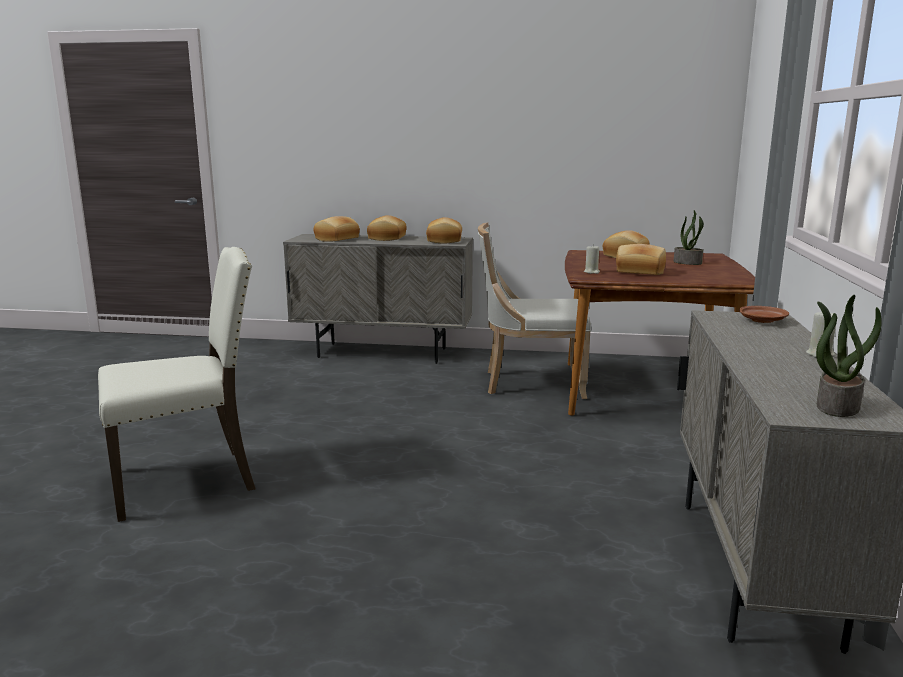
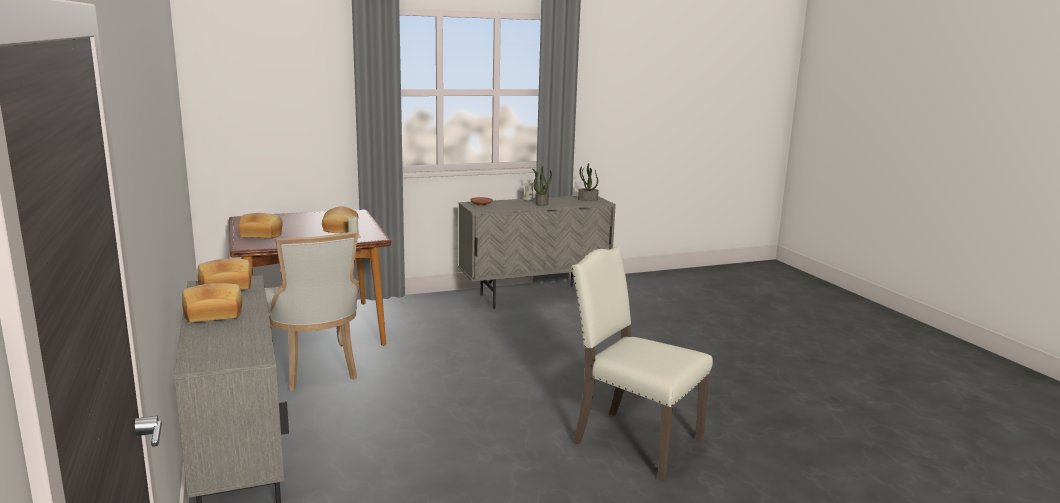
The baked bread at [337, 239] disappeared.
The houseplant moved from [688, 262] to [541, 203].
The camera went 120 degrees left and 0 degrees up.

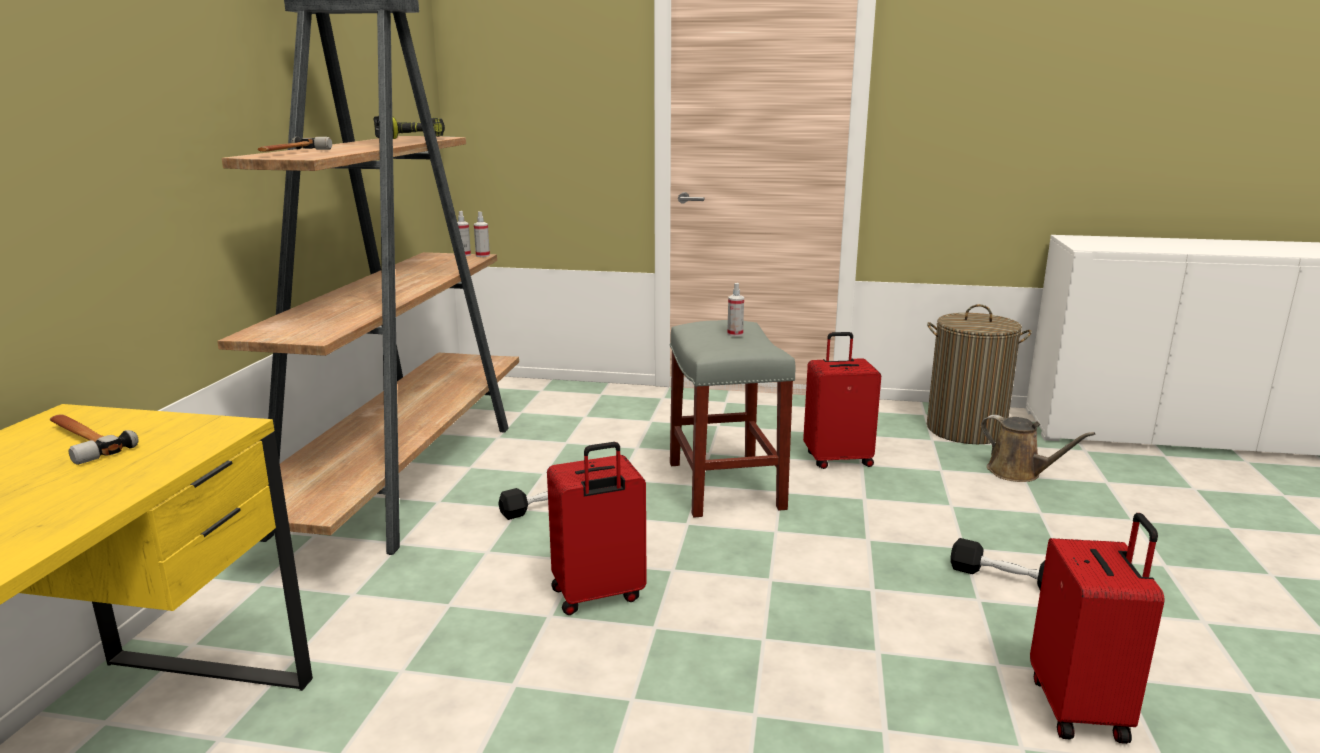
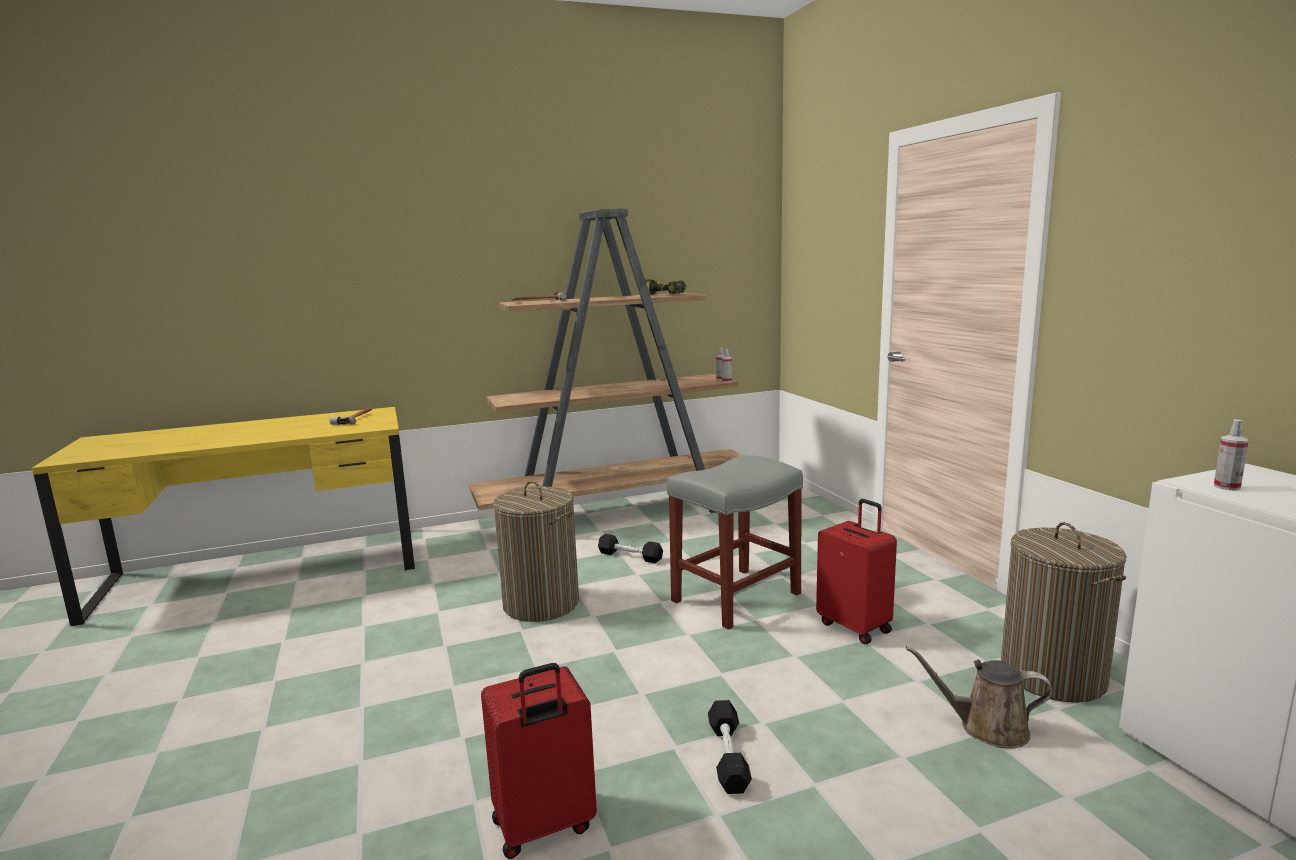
The piece of luggage (reddish) at [598, 595] was replaced by the laundry basket at [540, 604].
The hand sprayer moved from [735, 334] to [1227, 487].
The sprinkling can (brown-coloured) at [1018, 473] turned 90 degrees clockwise.
The camera went 60 degrees right and 5 degrees down.

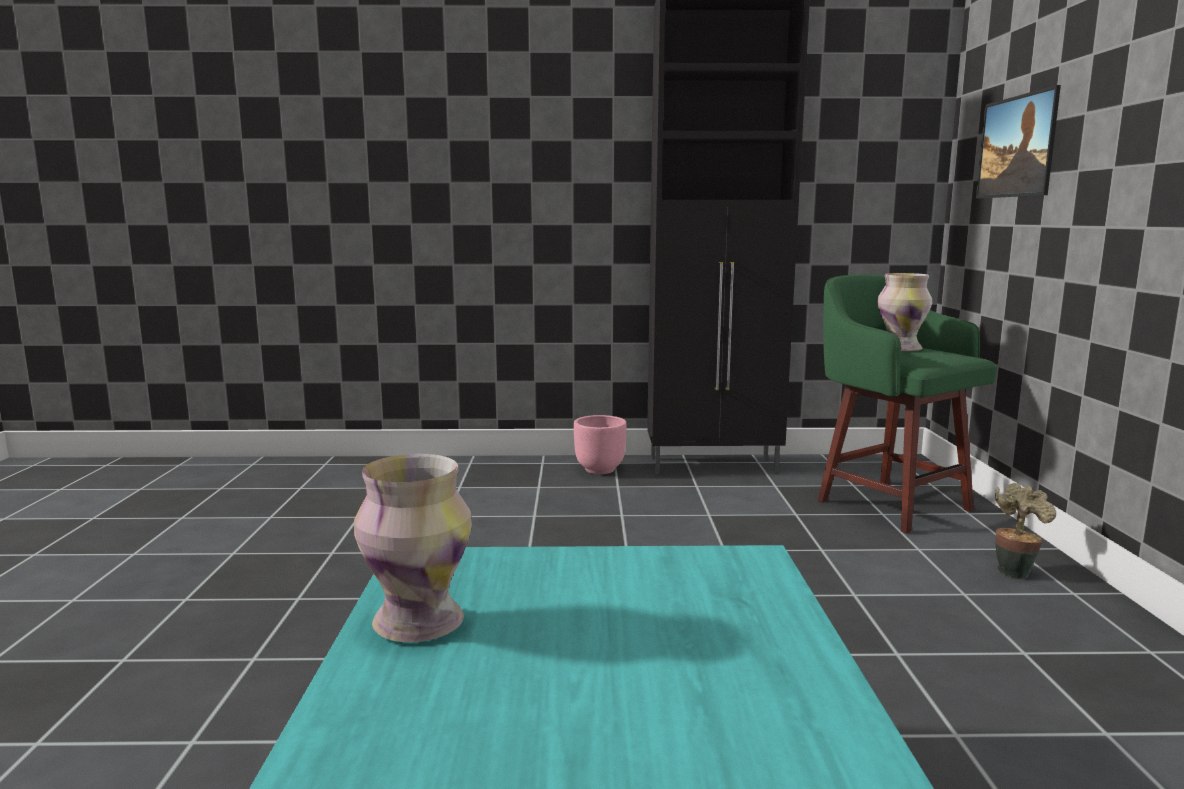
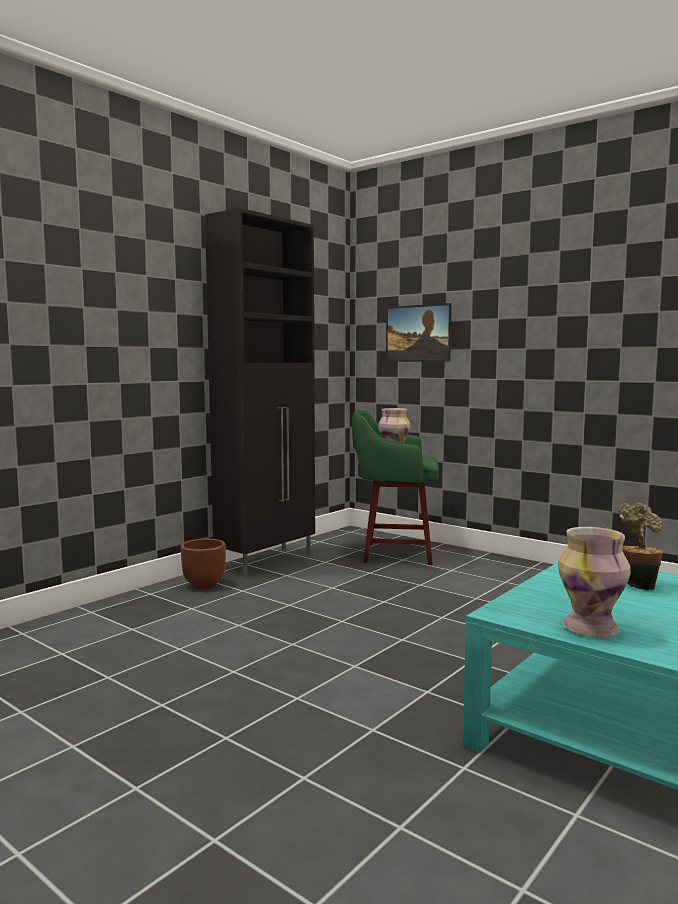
The planter (pink-coloured) at [600, 470] became the planter (brown-coloured) at [204, 585].
The houseplant moved from [1014, 571] to [638, 585].
The camera went 50 degrees left and 5 degrees down.

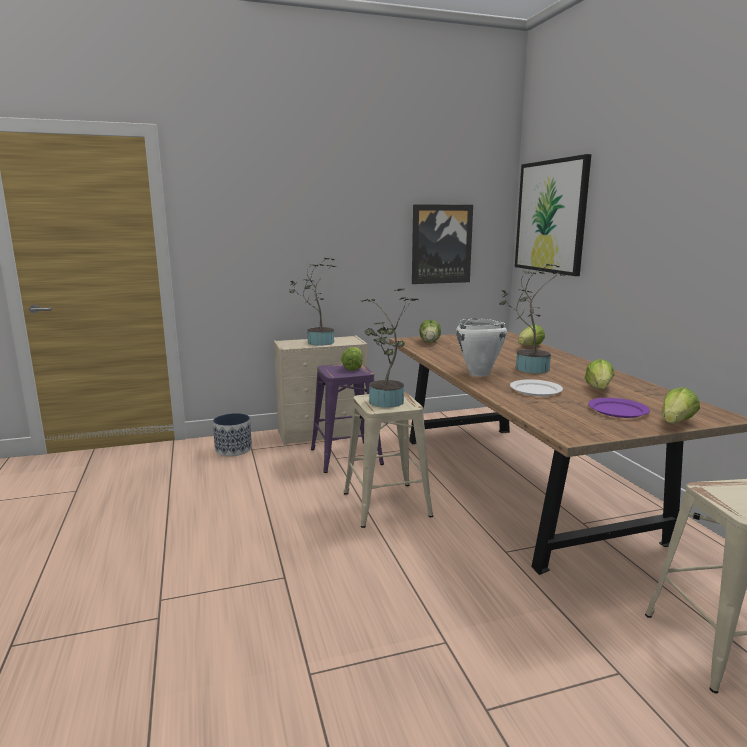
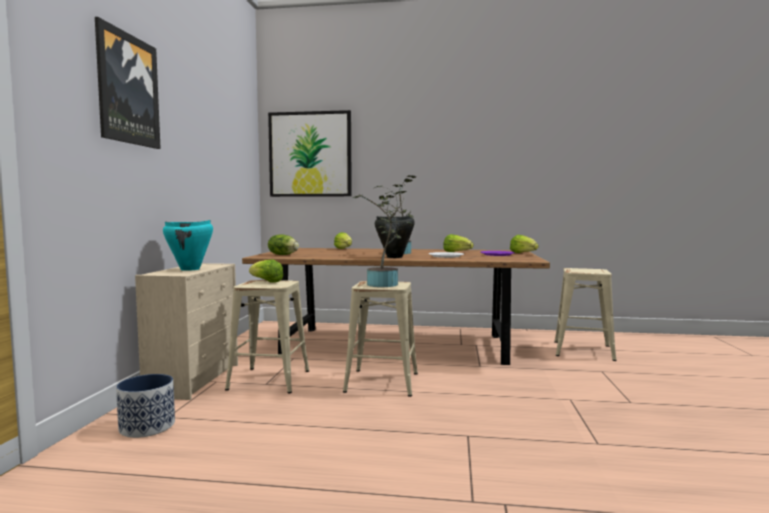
The houseplant at [317, 342] was replaced by the saucepot (blue-green) at [190, 269].
The stool (purple-coloured) at [345, 456] became the stool (beige) at [269, 380].
The wall picture moved from [441, 244] to [127, 89].
The saucepot (whitish) at [479, 374] became the saucepot (black) at [395, 257].
The camera went 65 degrees left and 10 degrees down.

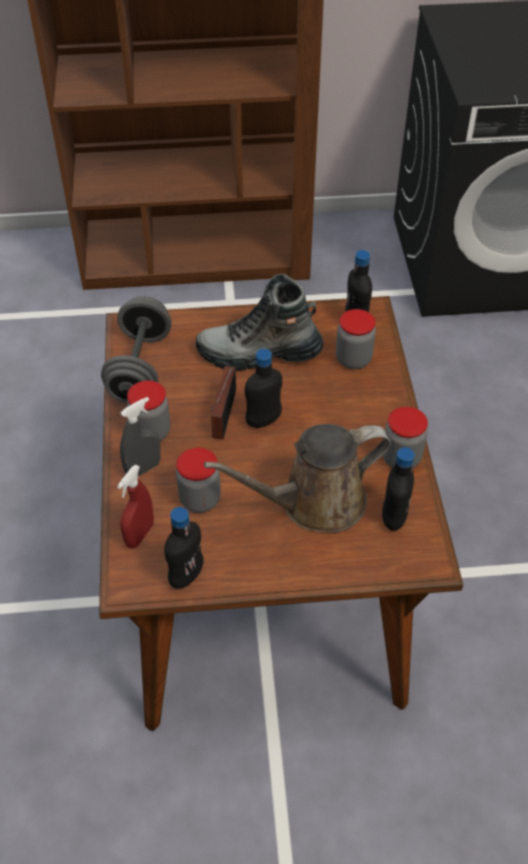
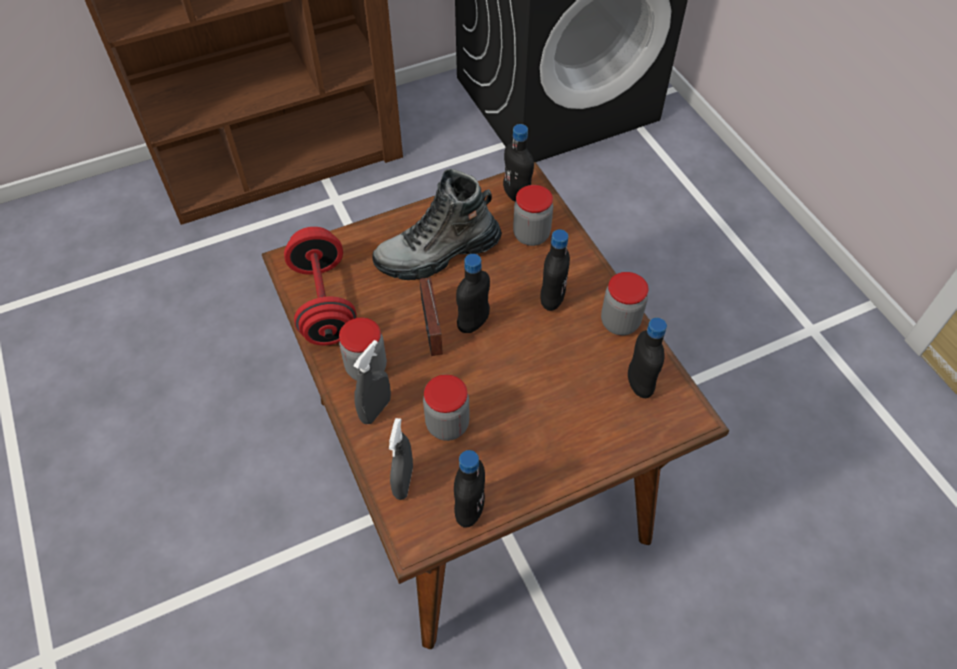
The hand weight (gray) at [139, 367] became the hand weight (reddish) at [324, 302].
The hand sprayer (reddish) at [139, 535] became the hand sprayer (gray) at [403, 482].
The sprinkling can (brown-coloured) at [314, 502] disappeared.
The beverage bottle (black) at [552, 299] appeared.
The camera went 20 degrees left and 5 degrees up.

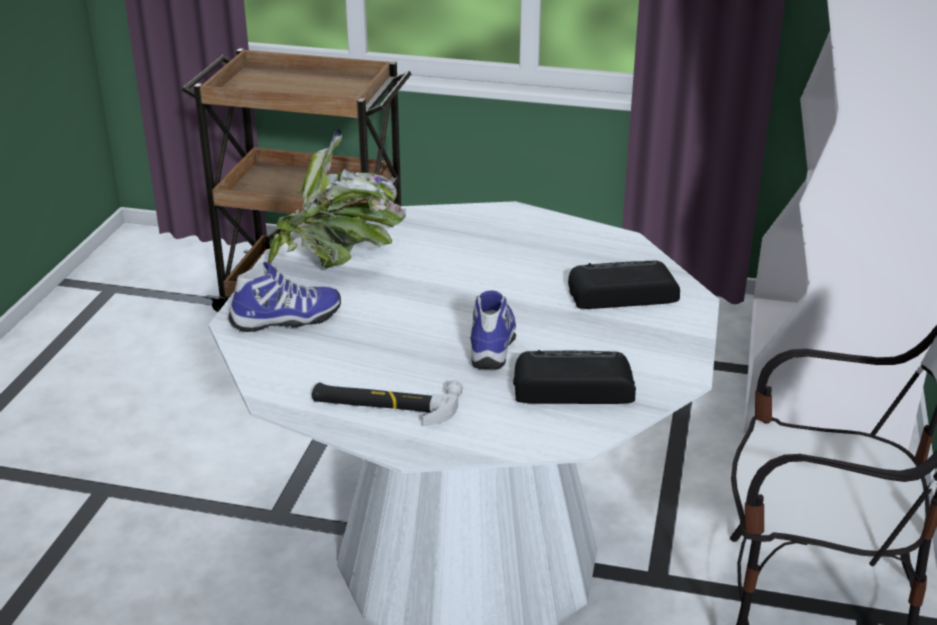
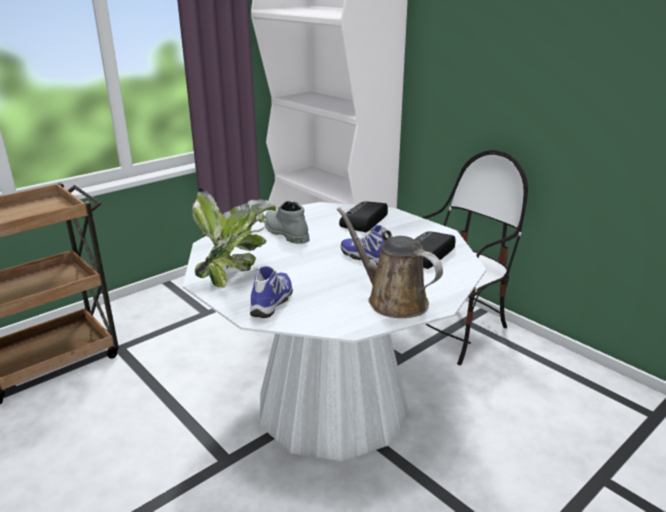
The hand hammer at [385, 404] was replaced by the sprinkling can (brown-coloured) at [392, 300].
The boot (gray) at [284, 232] appeared.
The camera went 55 degrees left and 5 degrees down.

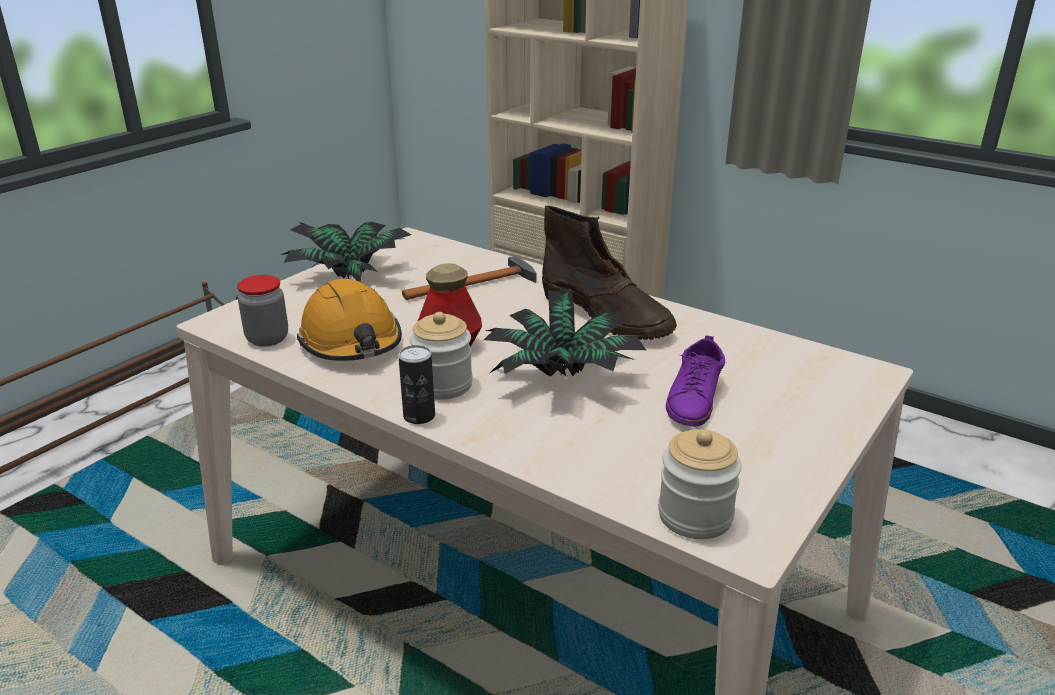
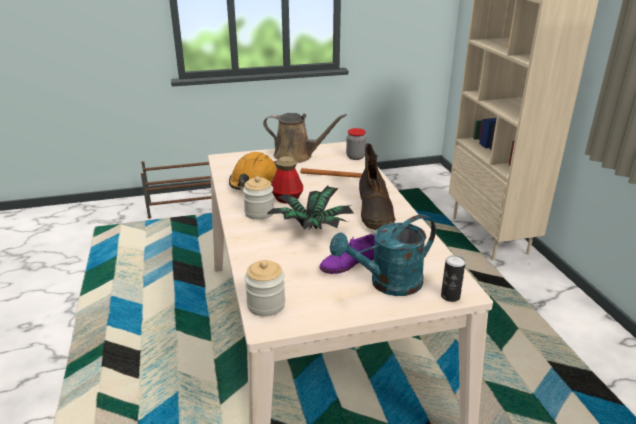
The jar moved from [267, 339] to [355, 157].
The houseplant at [353, 276] was replaced by the sprinkling can (brown-coloured) at [297, 156].
The can moved from [419, 416] to [450, 296].
The sprinkling can (blue-green) at [387, 284] appeared.
The camera went 40 degrees right and 0 degrees up.

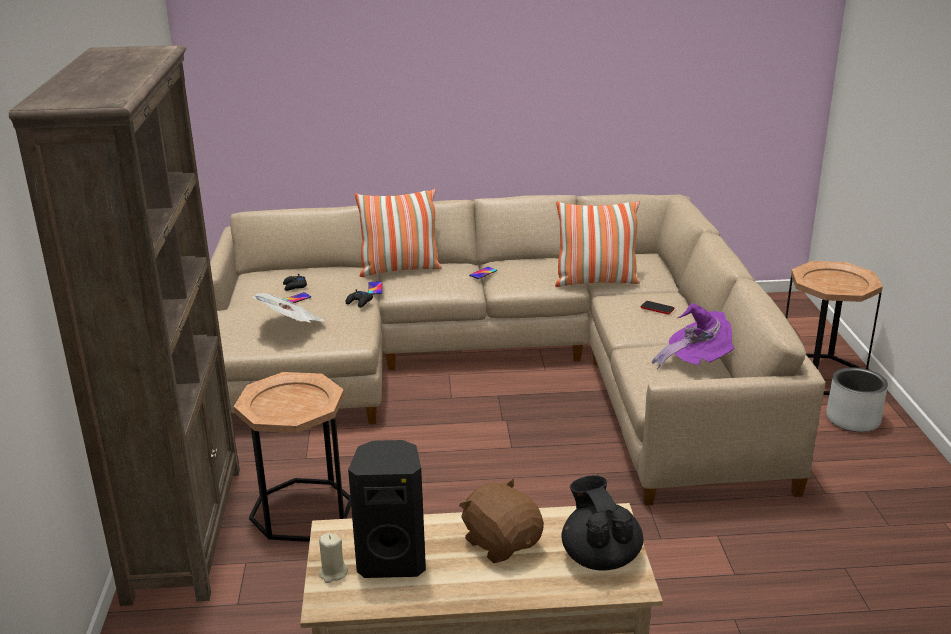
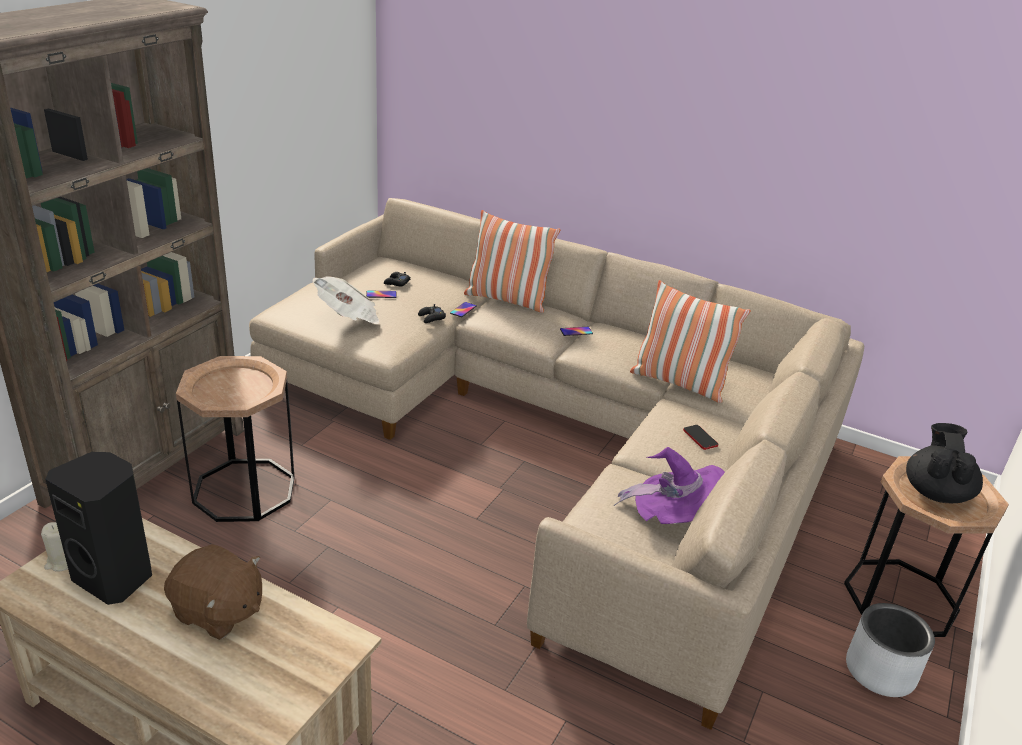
The cuddly toy (brown-coloured) at [502, 542] turned 120 degrees clockwise.
The pot for tea (black) moved from [600, 556] to [936, 492].
The camera went 30 degrees right and 5 degrees up.

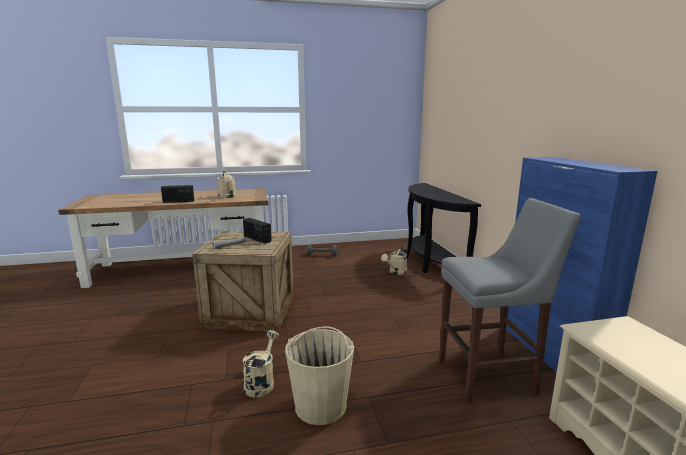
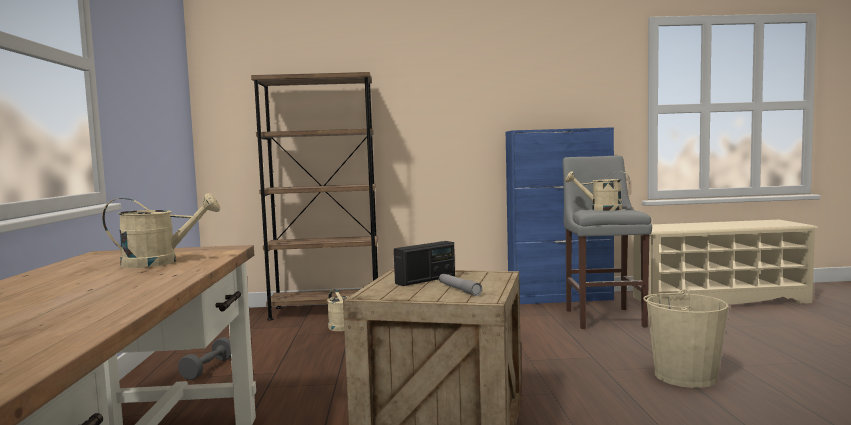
The radio set at [178, 201] disappeared.
The sprinkling can (beige) moved from [261, 382] to [600, 209].
The hall table (black) at [430, 263] was replaced by the shelving unit (brown-coloured) at [326, 311].
The camera went 80 degrees left and 10 degrees down.

